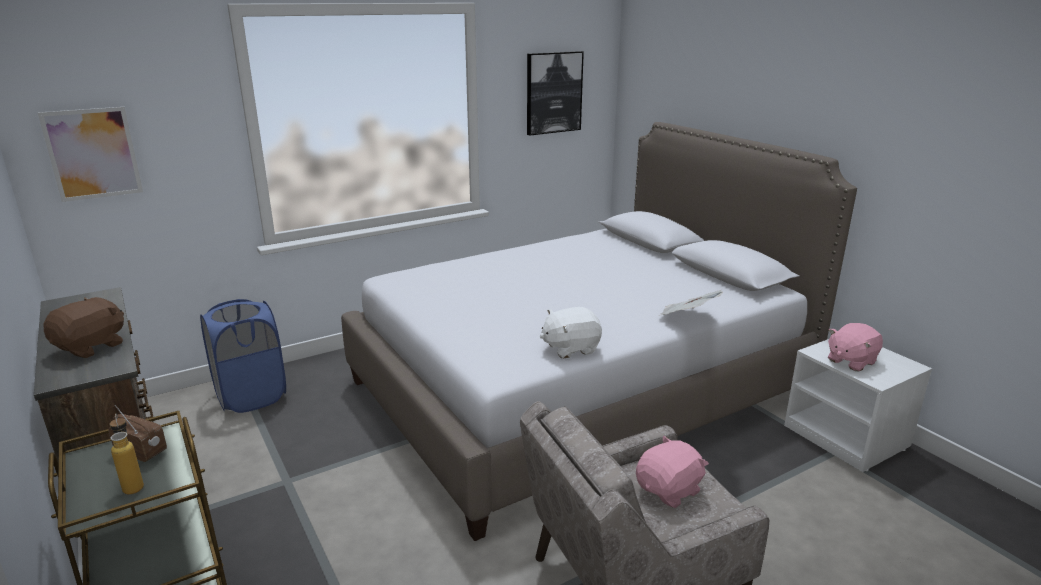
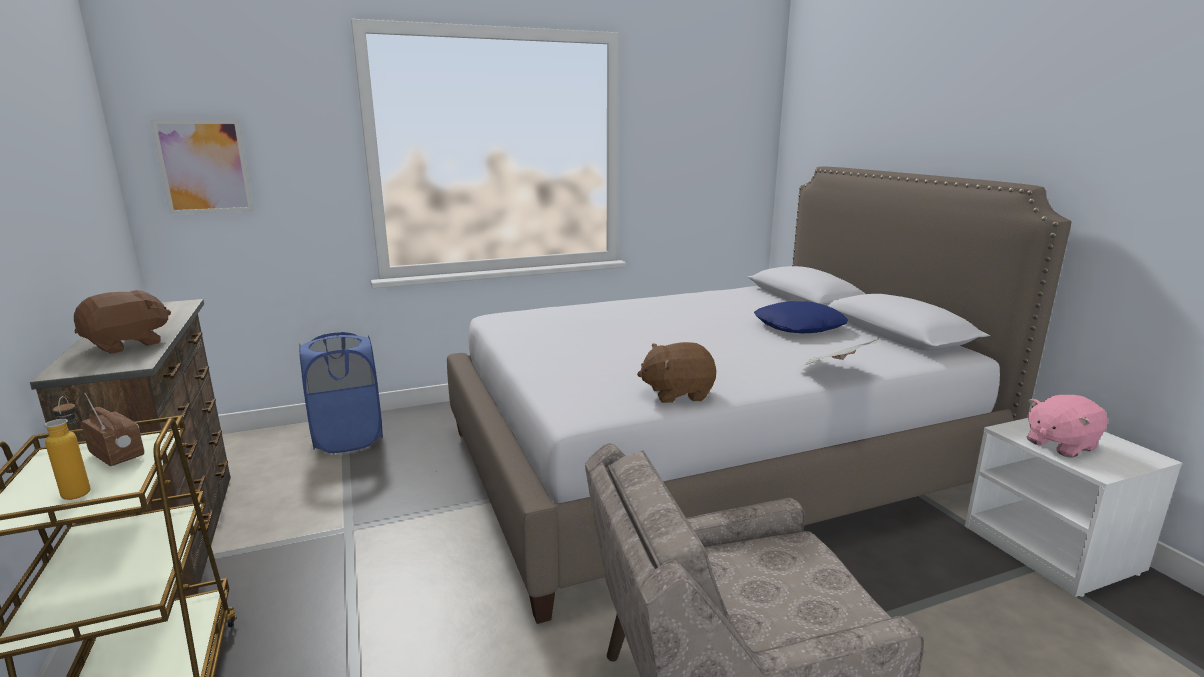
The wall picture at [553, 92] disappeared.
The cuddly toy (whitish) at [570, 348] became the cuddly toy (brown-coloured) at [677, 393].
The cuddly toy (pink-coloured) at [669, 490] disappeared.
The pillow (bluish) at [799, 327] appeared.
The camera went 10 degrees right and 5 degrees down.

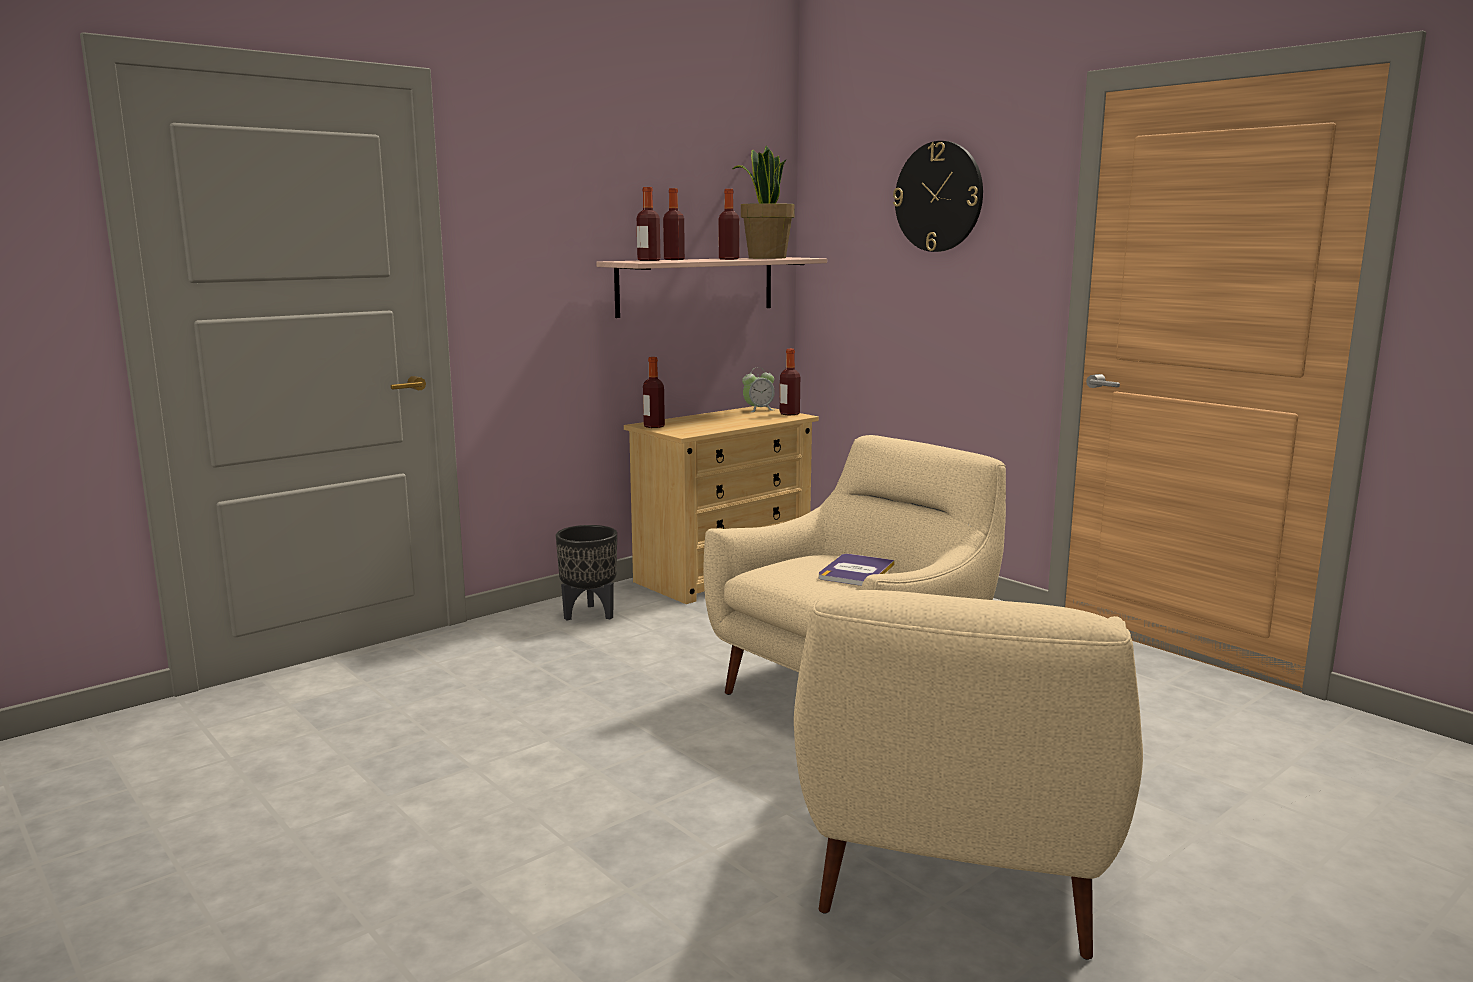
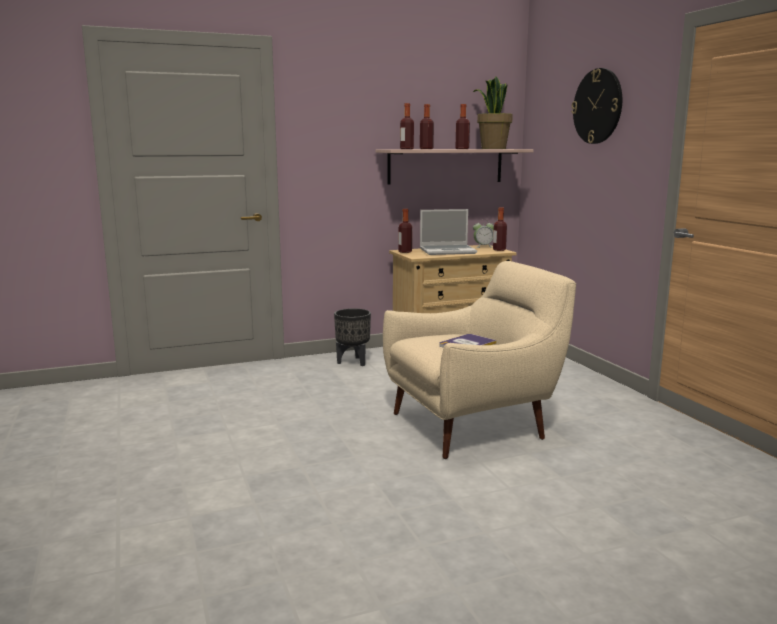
The easy chair (beige) at [958, 875] disappeared.
The laptop at [448, 251] appeared.
The camera went 20 degrees right and 0 degrees up.

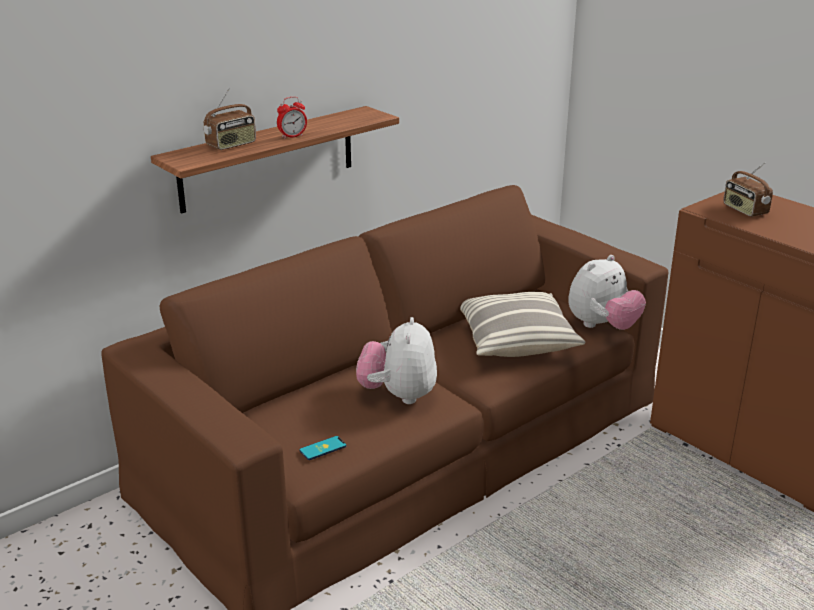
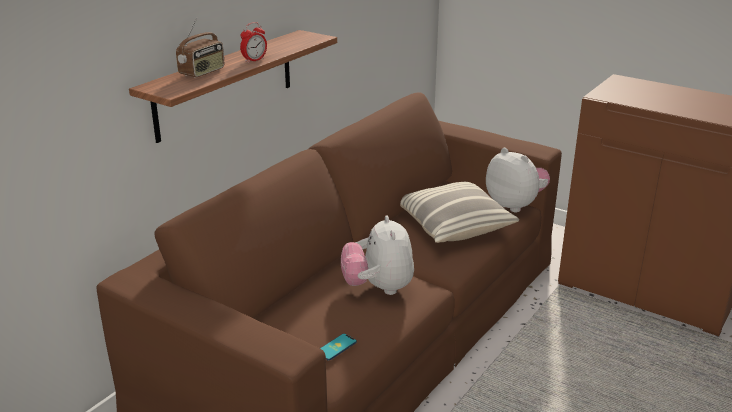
The cuddly toy at [602, 326] turned 75 degrees counterclockwise.
The radio set at [744, 210] disappeared.
The camera went 15 degrees left and 0 degrees up.

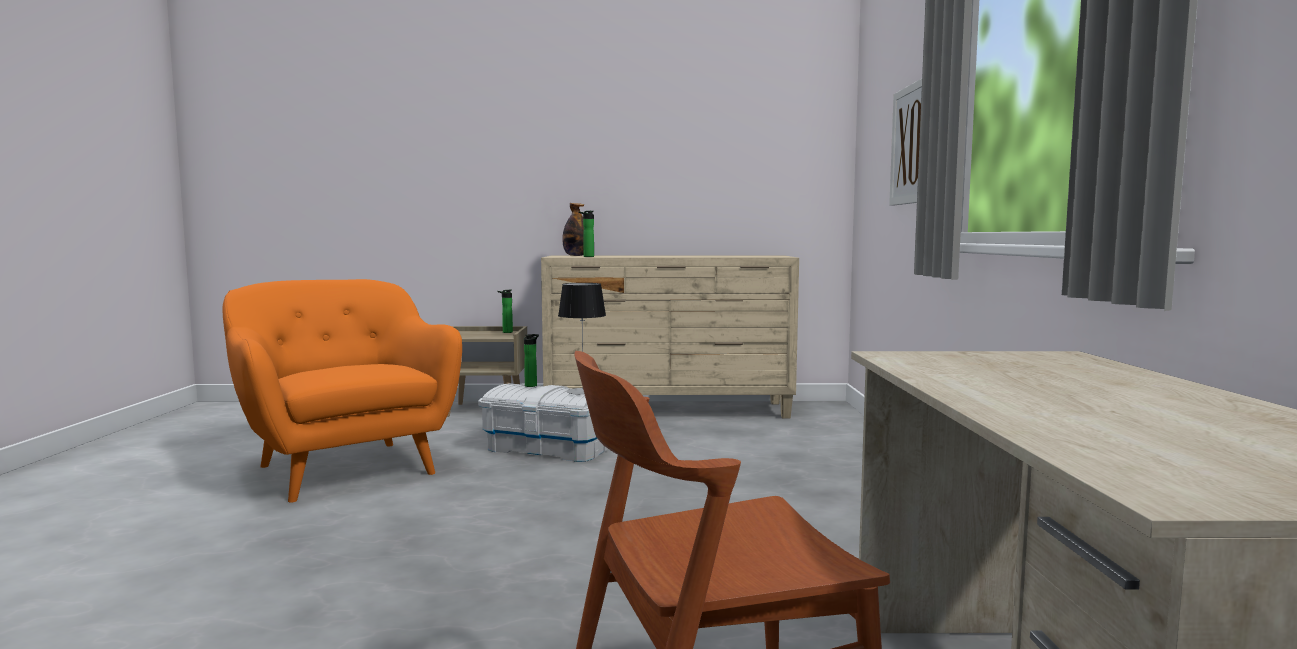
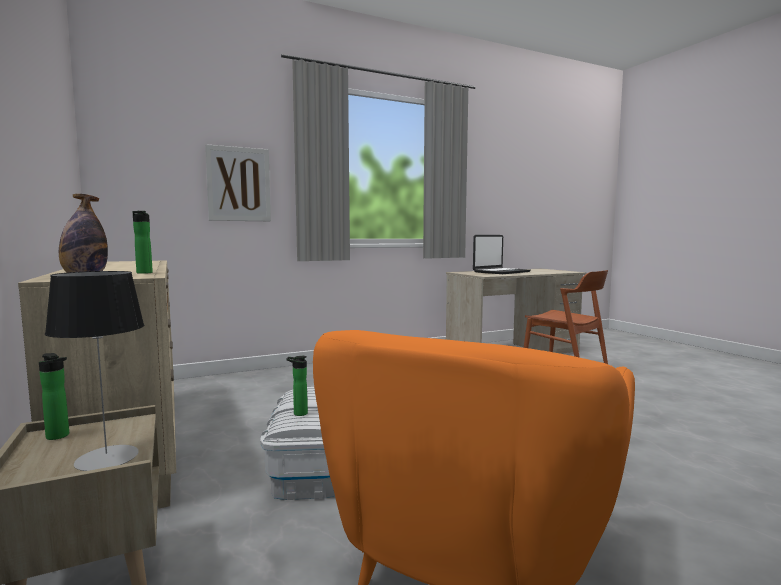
The tabletop lamp moved from [582, 391] to [106, 458].
The laptop at [501, 272] appeared.
The camera went 115 degrees left and 0 degrees up.

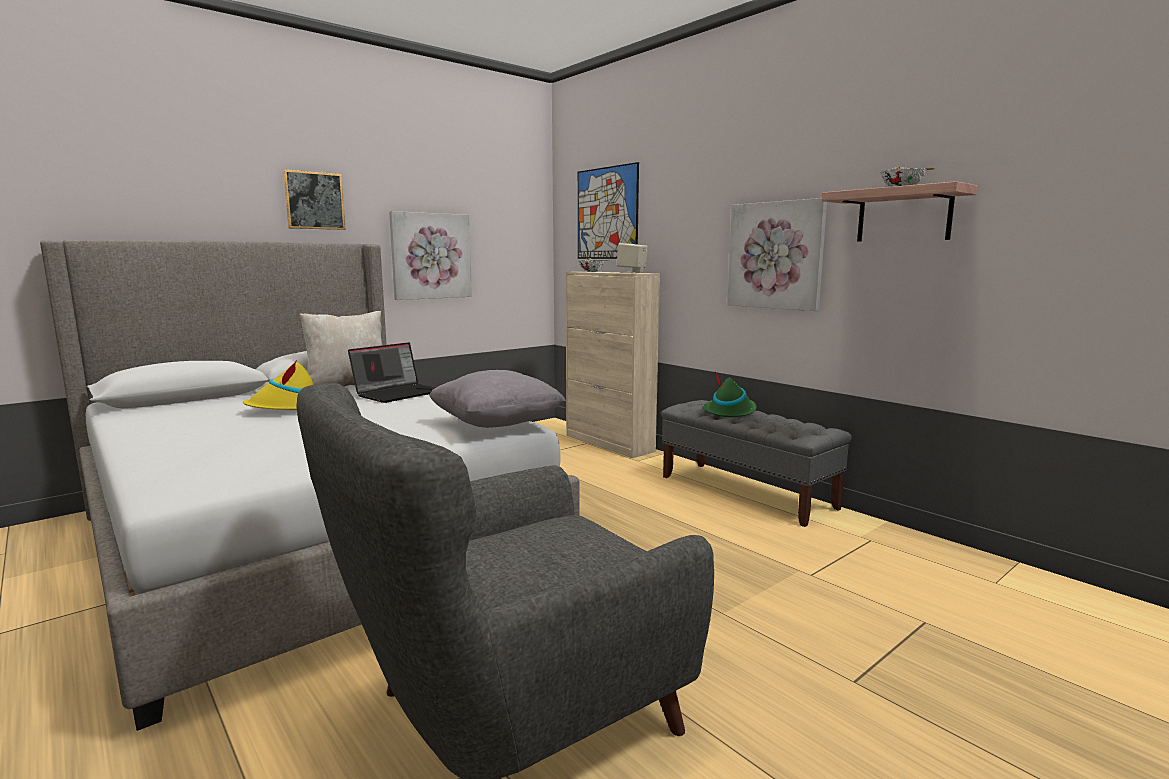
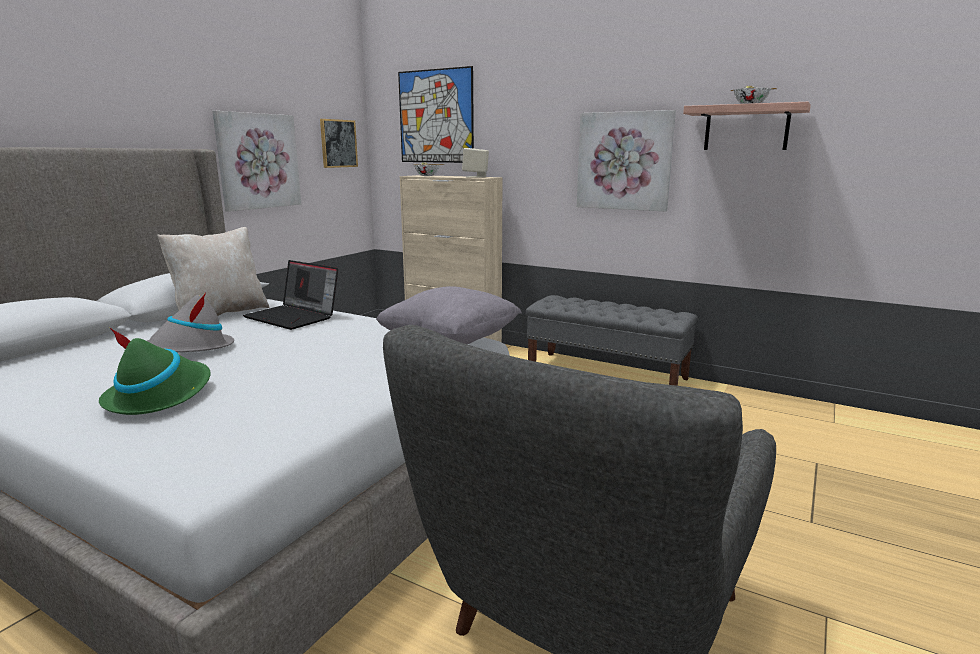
The clothing hat (yellowish) at [286, 409] became the clothing hat (gray) at [190, 349].
The wall picture moved from [314, 200] to [338, 143].
The laptop at [398, 393] turned 105 degrees clockwise.
The clothing hat (green-coloured) moved from [730, 411] to [160, 395].
The camera went 20 degrees left and 5 degrees up.

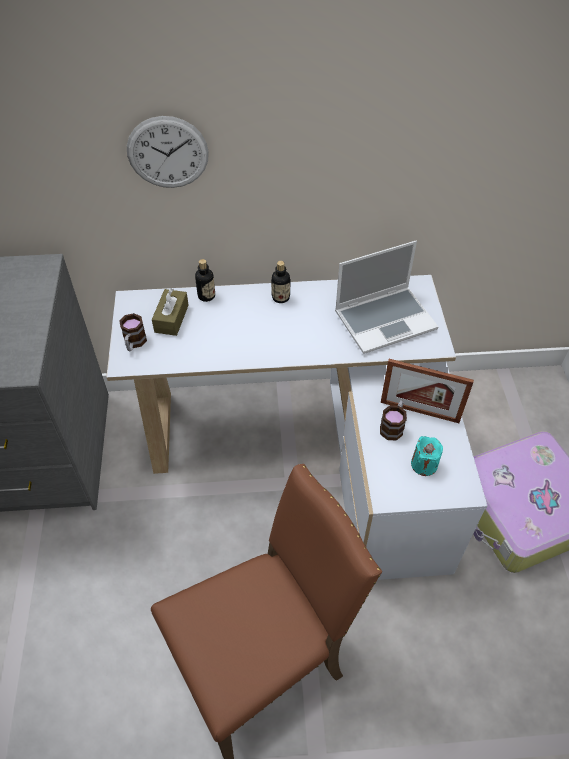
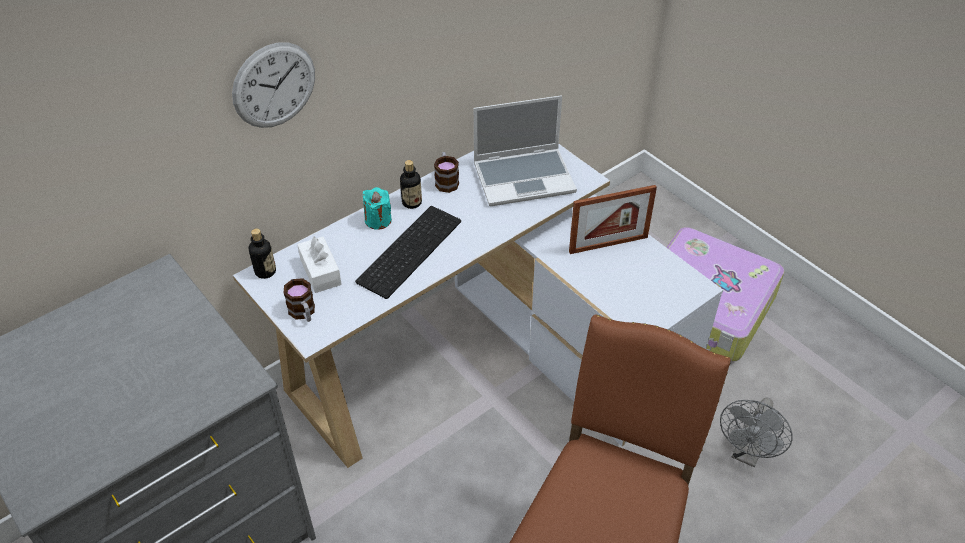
The tissue holder (brown-coloured) at [171, 318] became the tissue holder (whitish) at [320, 272].
The beverage bottle moved from [206, 296] to [265, 271].
The laptop at [385, 320] turned 45 degrees clockwise.
The mug moved from [393, 426] to [446, 181].
The wax light (blue-green) moved from [424, 464] to [378, 220].
The keyboard at [408, 249] appeared.
The cooling fan (gray) at [747, 454] appeared.
The camera went 35 degrees left and 5 degrees down.

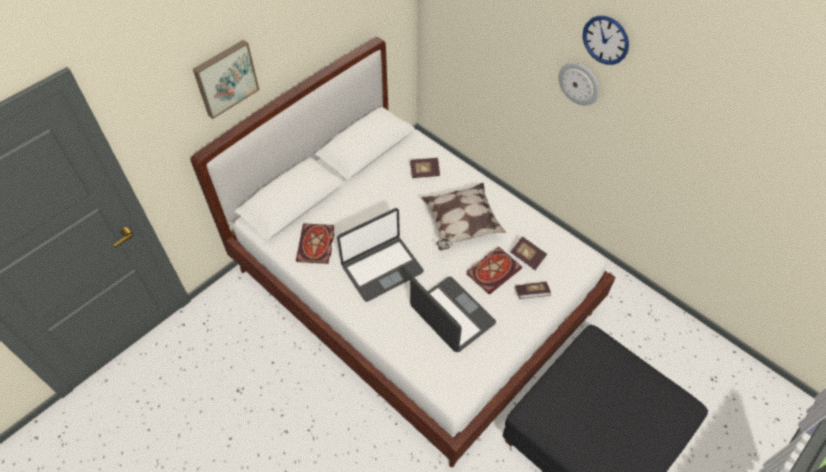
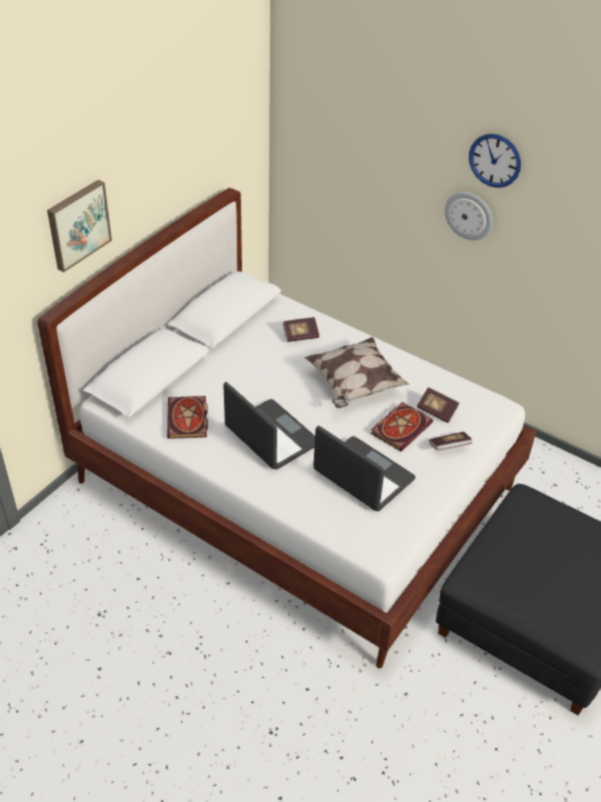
The laptop at [381, 268] turned 90 degrees counterclockwise.
The camera went 10 degrees left and 10 degrees down.

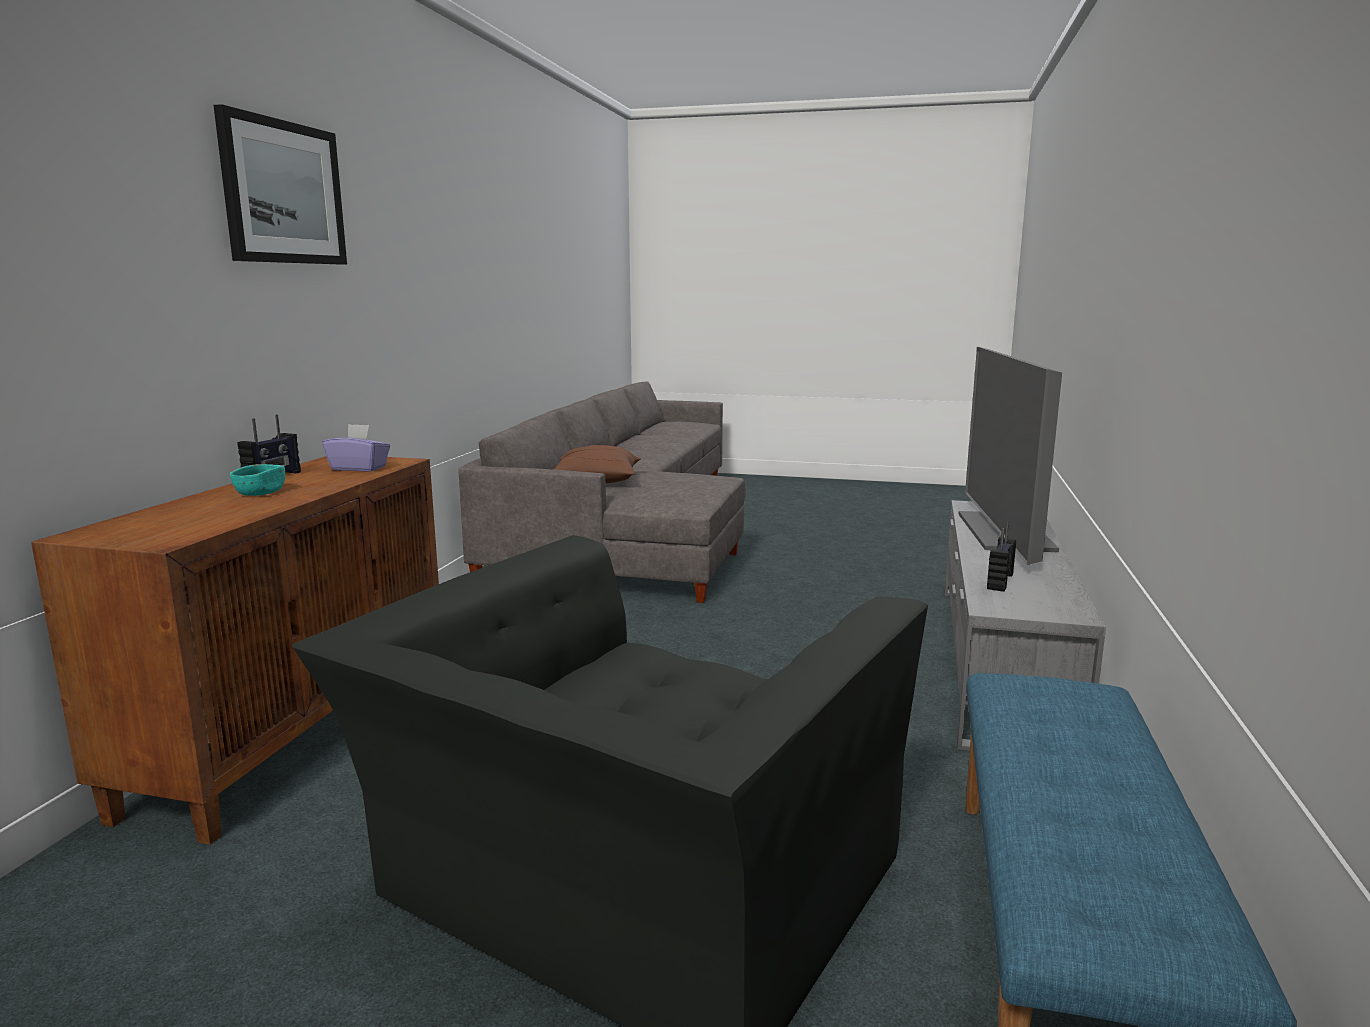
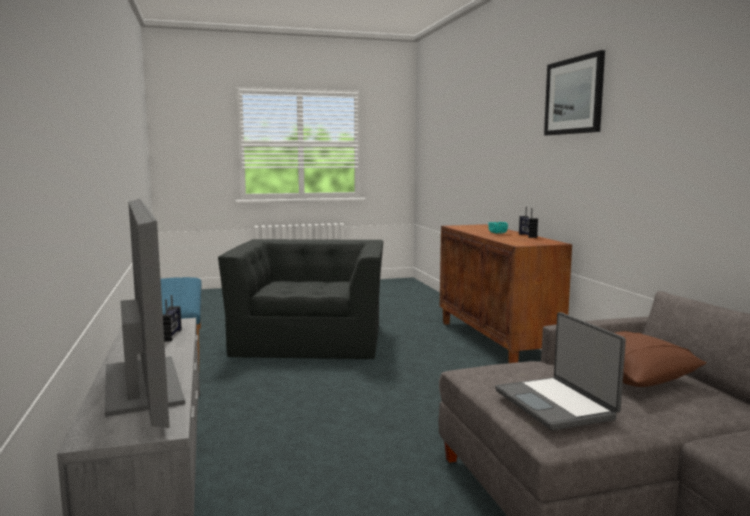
The tissue holder (purple-coloured) at [359, 468] disappeared.
The laptop at [556, 404] appeared.
The camera went 150 degrees right and 5 degrees down.

